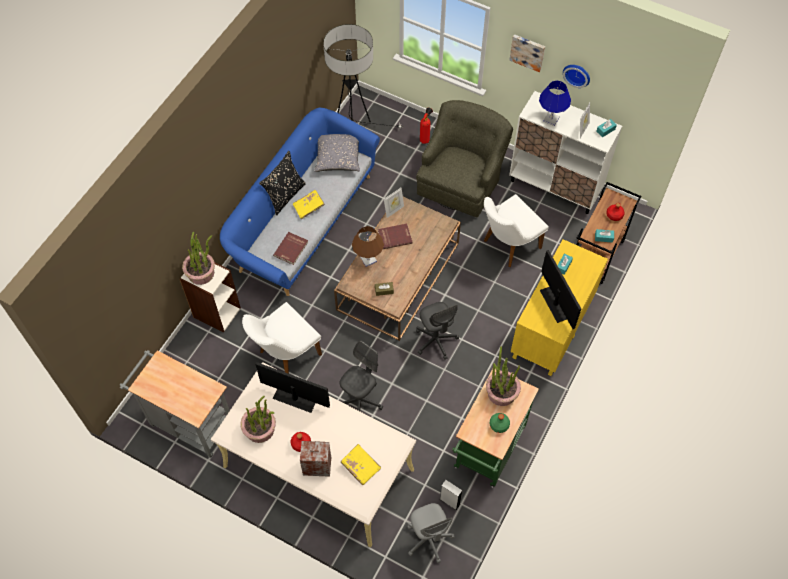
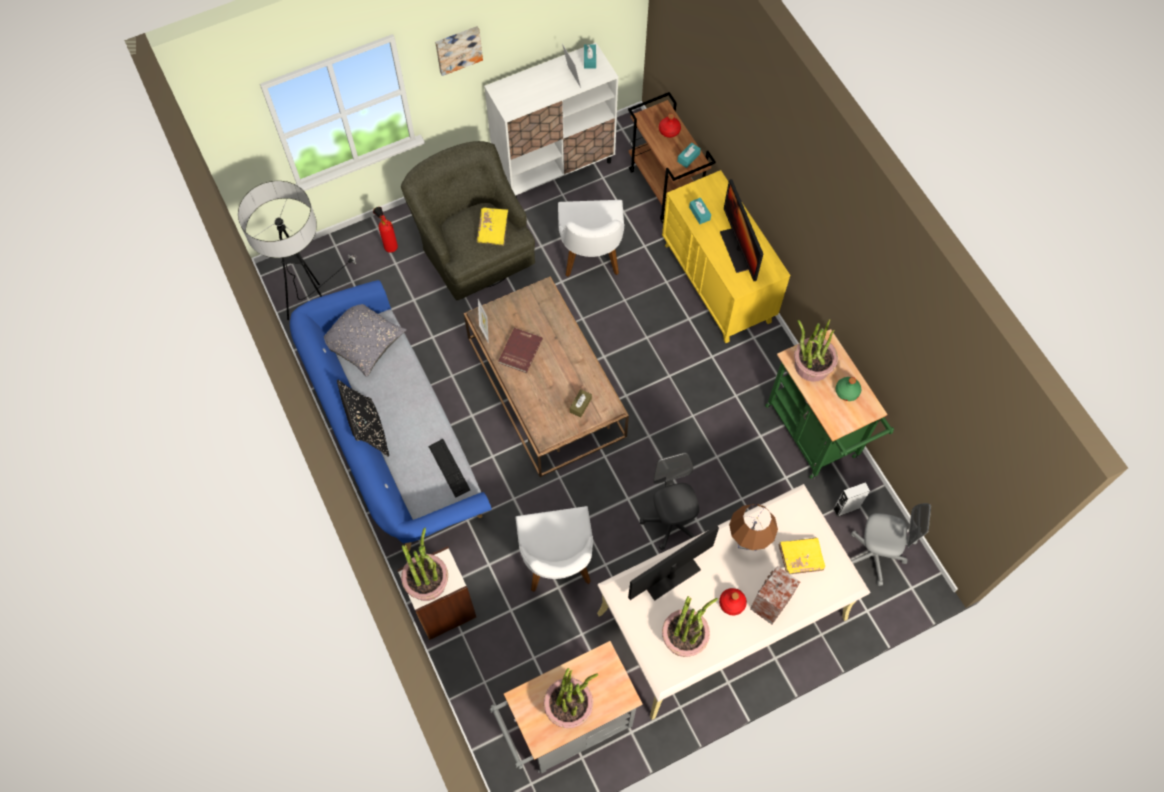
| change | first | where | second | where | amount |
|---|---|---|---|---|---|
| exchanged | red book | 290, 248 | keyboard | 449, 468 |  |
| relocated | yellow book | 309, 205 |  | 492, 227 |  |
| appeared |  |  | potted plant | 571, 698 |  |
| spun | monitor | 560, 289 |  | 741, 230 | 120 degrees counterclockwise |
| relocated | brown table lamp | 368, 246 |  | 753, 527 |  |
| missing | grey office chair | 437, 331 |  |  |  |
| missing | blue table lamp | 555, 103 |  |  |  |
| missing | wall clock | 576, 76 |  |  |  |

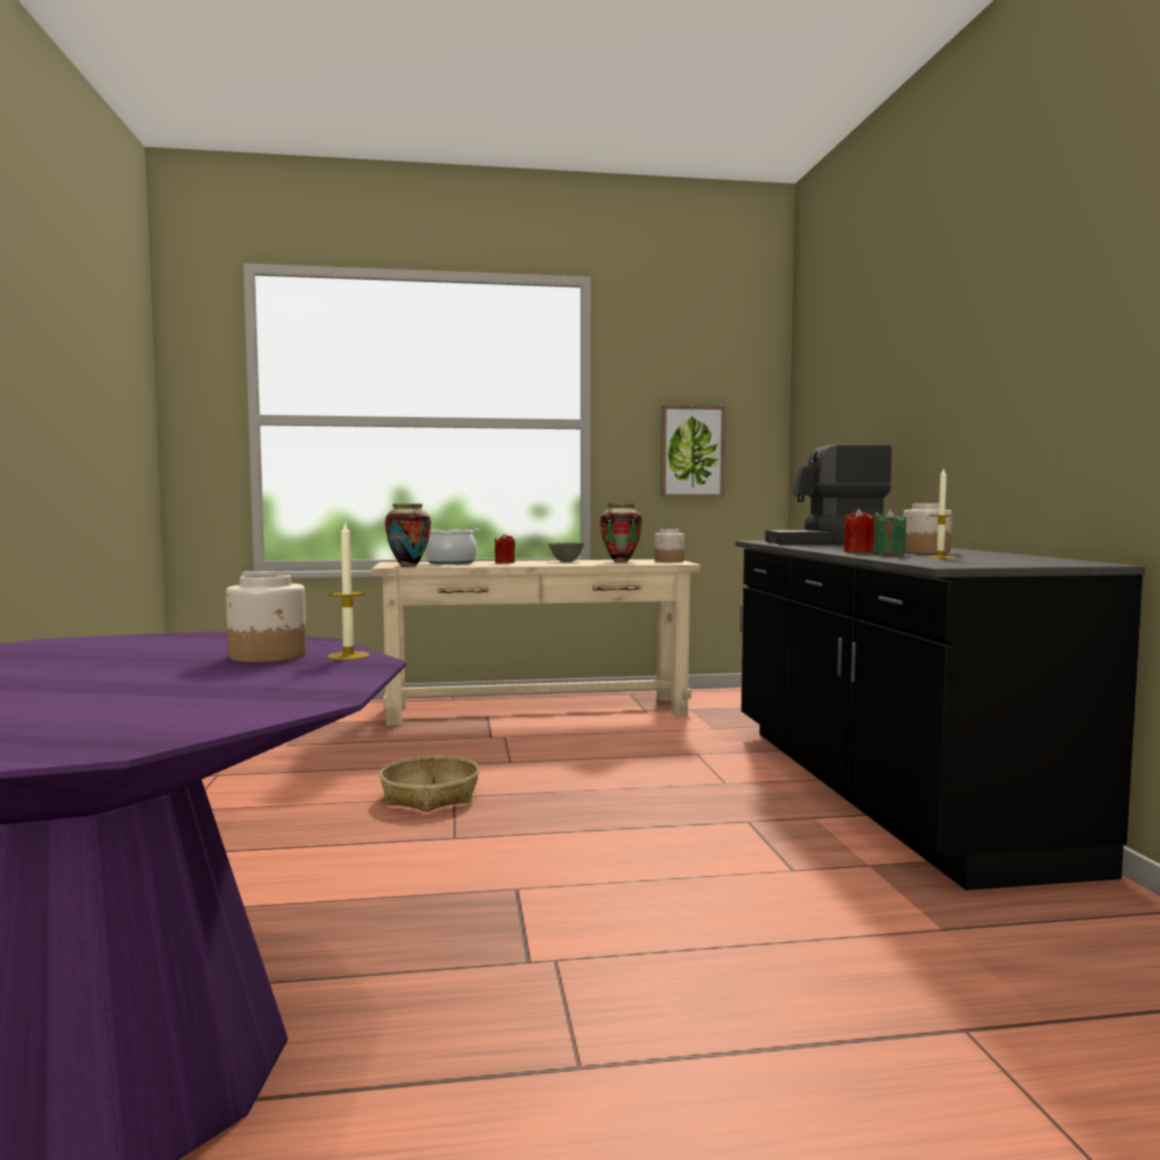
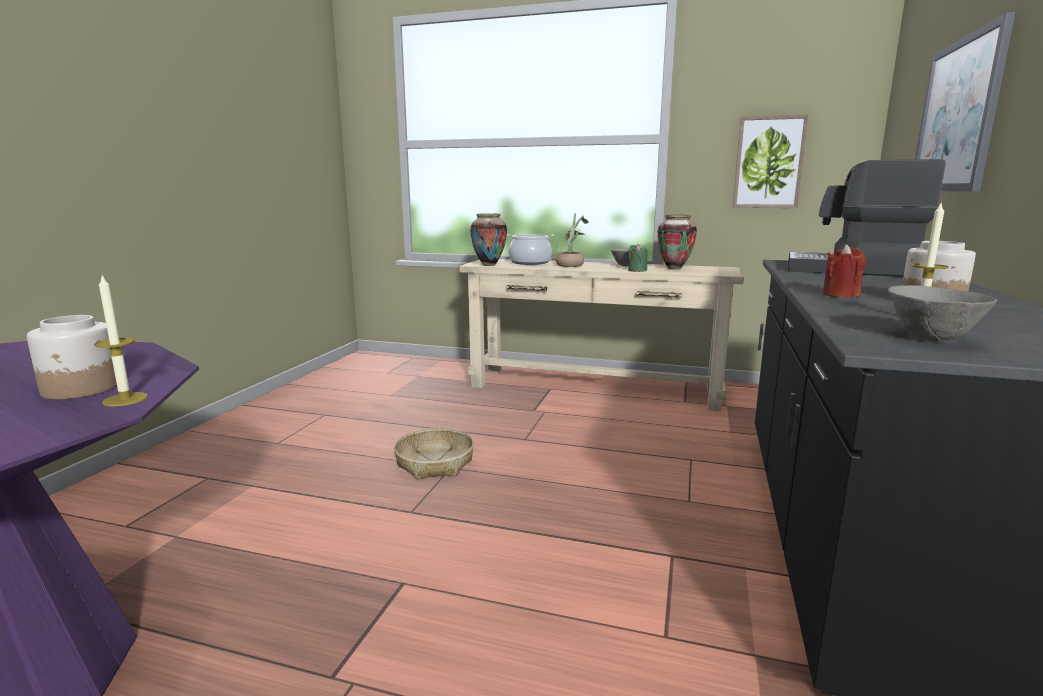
| change | first | where | second | where | amount |
|---|---|---|---|---|---|
| exchanged | red candle | 504, 549 | potted plant | 572, 240 |  |
| relocated | green candle | 889, 532 |  | 638, 258 |  |
| appeared |  |  | grey bowl | 942, 313 |  |
| appeared |  |  | picture | 965, 102 |  |
| missing | jar | 669, 545 |  |  |  |

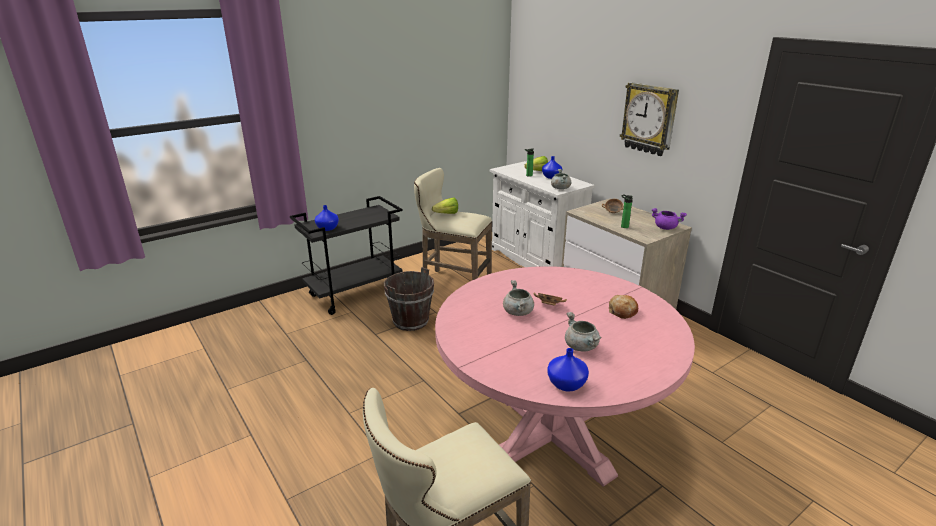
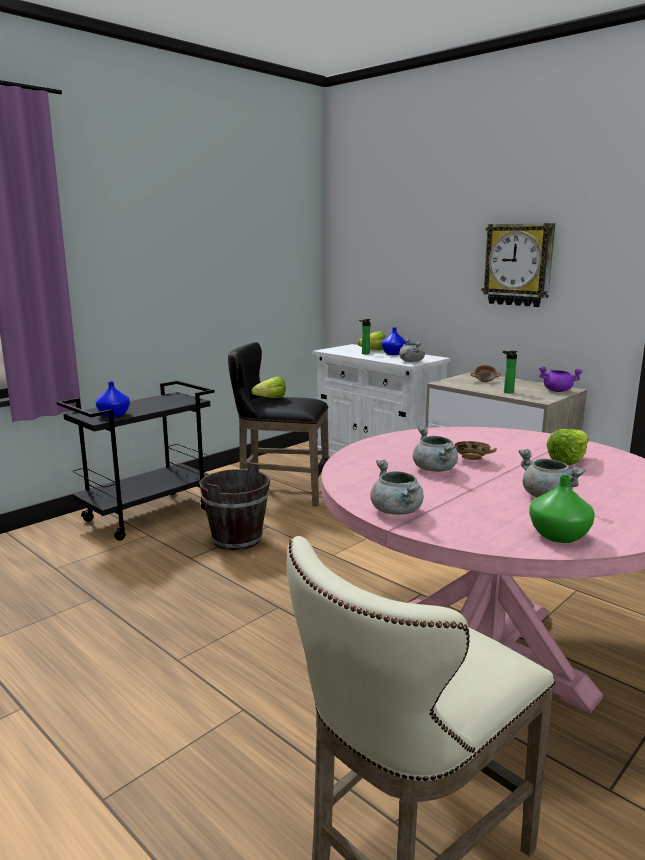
| change | first | where | second | where | amount |
|---|---|---|---|---|---|
| colour | beige stool | 453, 224 | black stool | 278, 424 |  |
| appeared |  |  | grey cooking pot | 397, 487 |  |
| colour | blue vase | 568, 370 | green vase | 562, 509 |  |
| exchanged | bread | 623, 307 | lettuce | 567, 447 |  |

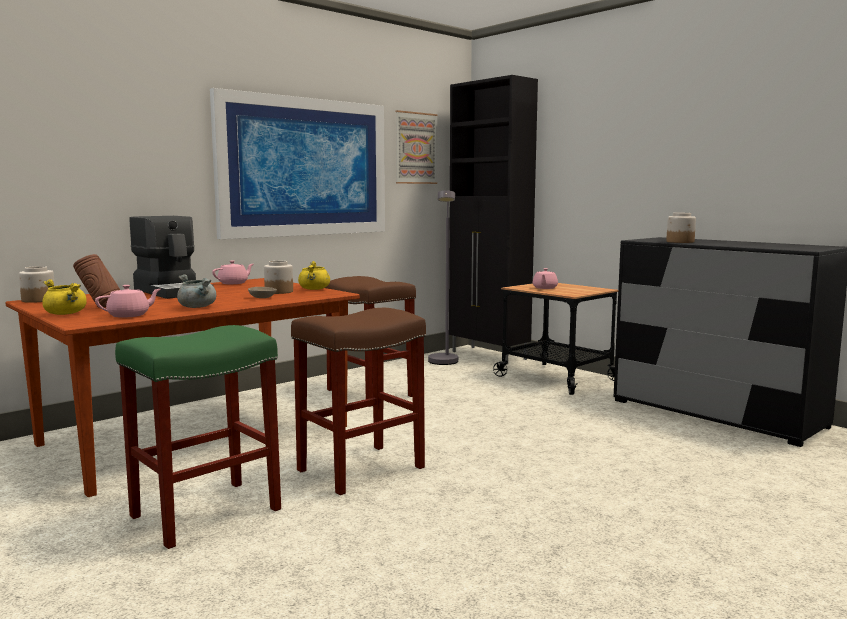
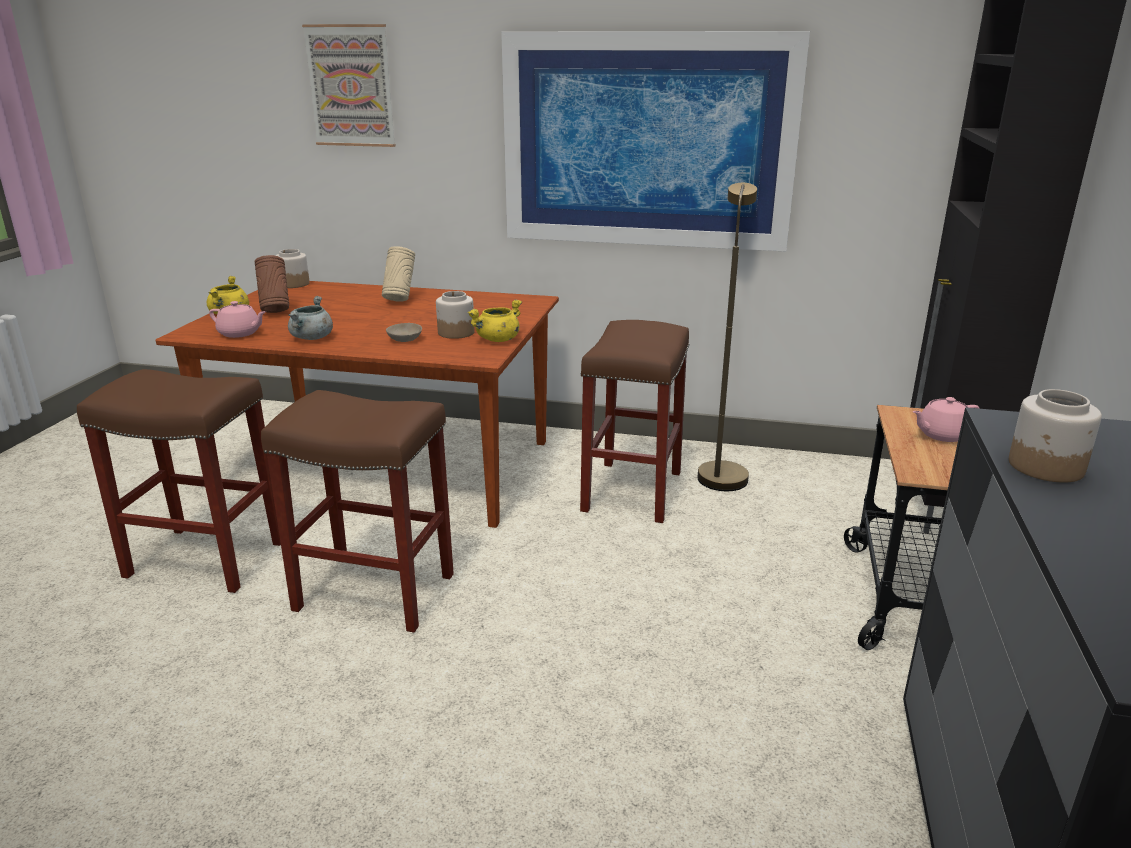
| change | first | where | second | where | amount |
|---|---|---|---|---|---|
| colour | green stool | 198, 437 | brown stool | 179, 481 |  |
| relocated | picture | 416, 147 |  | 349, 85 |  |
| exchanged | coffee machine | 171, 257 | beige vase | 398, 274 |  |
| appeared |  |  | brown floor lamp | 727, 337 |  |
| missing | pink teapot | 232, 272 |  |  |  |
| missing | grey floor lamp | 443, 277 |  |  |  |

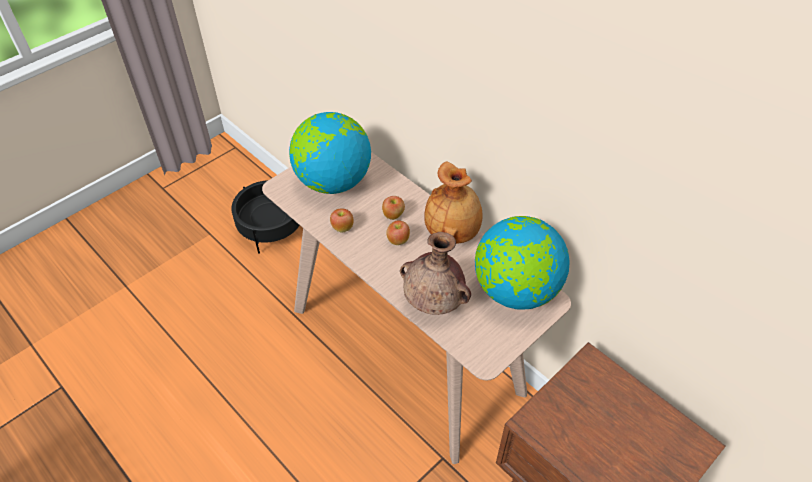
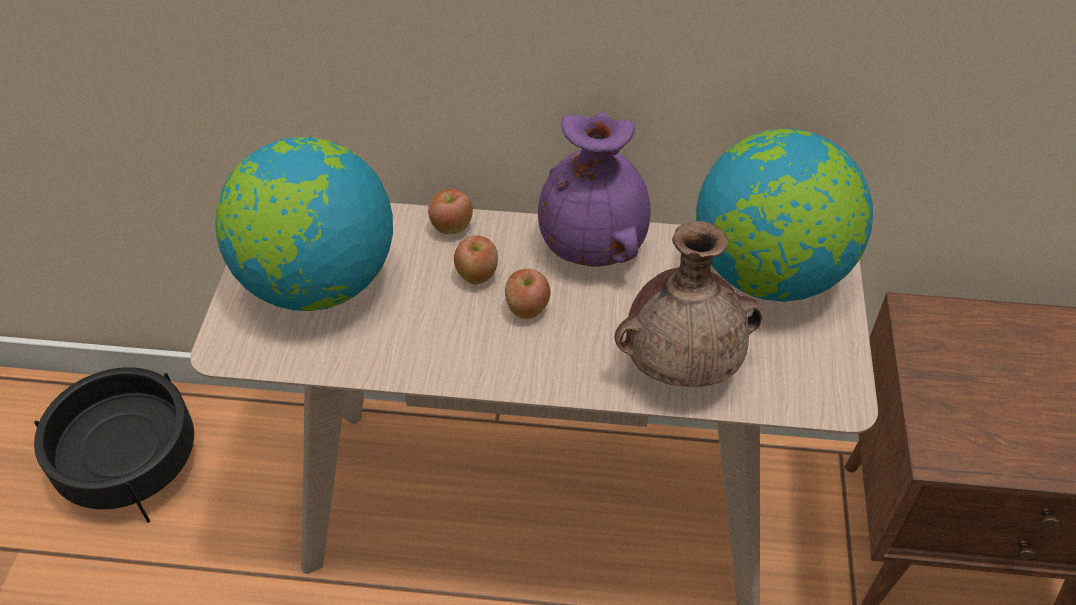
| change | first | where | second | where | amount |
|---|---|---|---|---|---|
| relocated | apple | 342, 220 |  | 450, 211 |  |
| colour | brown vase | 453, 202 | purple vase | 594, 189 |  |

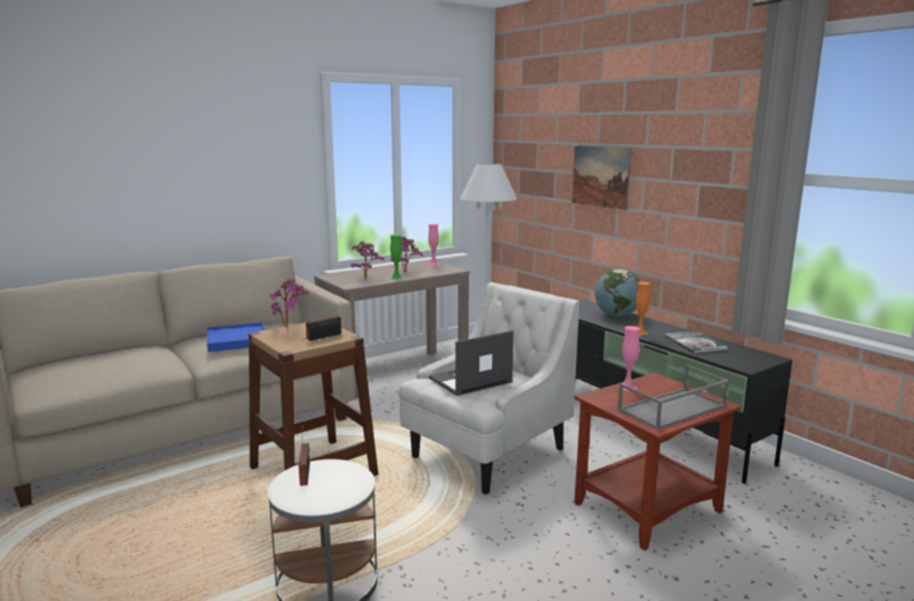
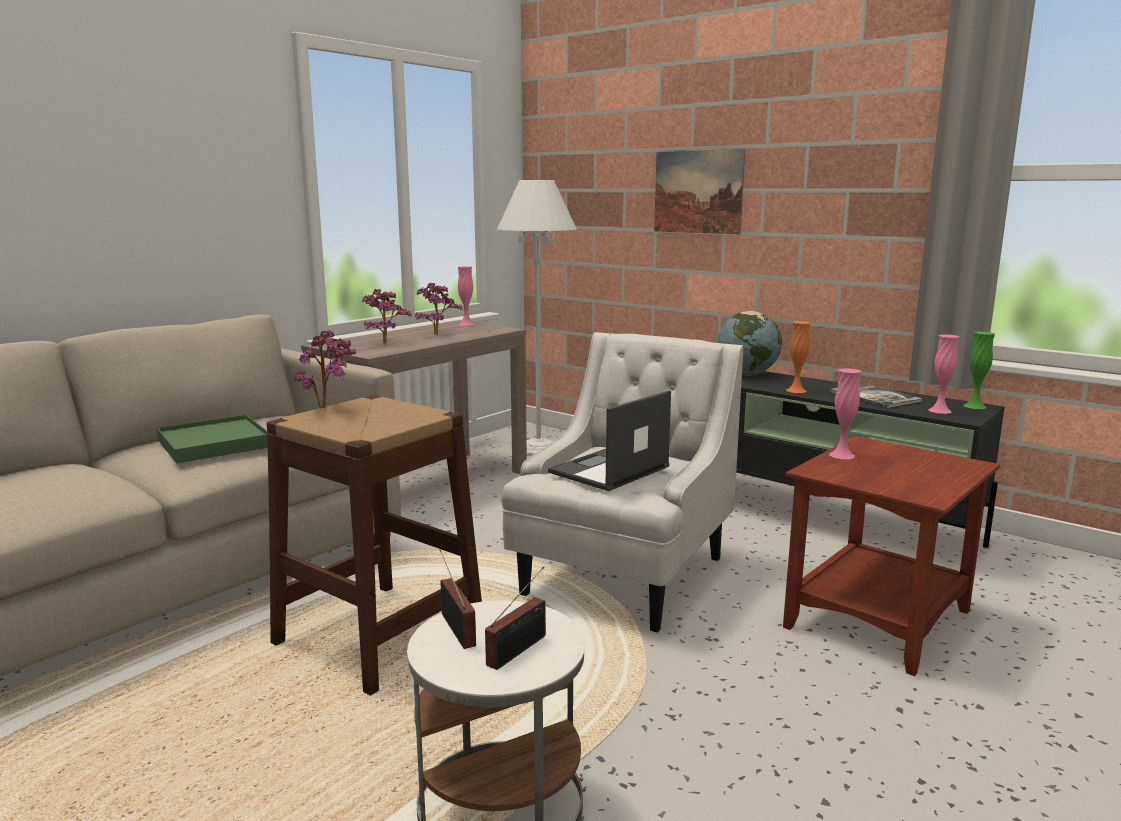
| change | first | where | second | where | amount |
|---|---|---|---|---|---|
| colour | blue tray | 235, 337 | green tray | 212, 439 |  |
| relocated | radio | 324, 321 |  | 515, 618 |  |
| appeared |  |  | pink vase | 943, 374 |  |
| relocated | green vase | 396, 257 |  | 979, 370 |  |
| missing | grey tray | 673, 397 |  |  |  |

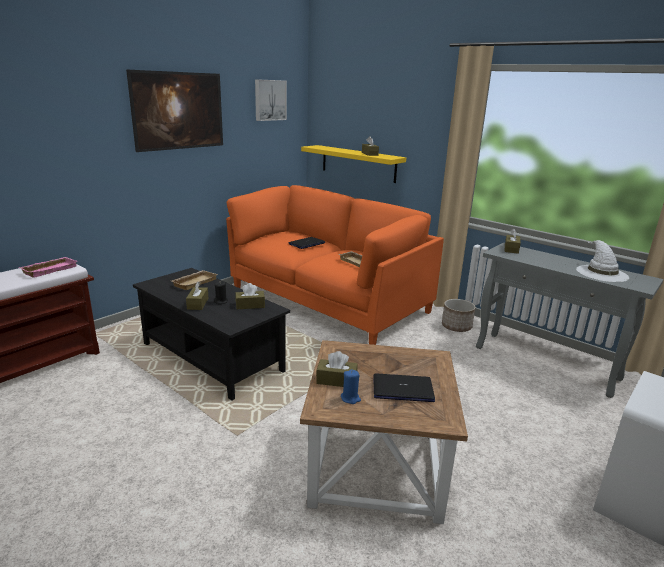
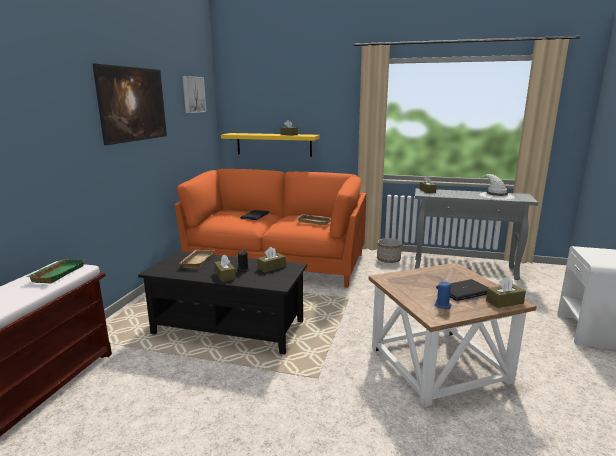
| change | first | where | second | where | amount |
|---|---|---|---|---|---|
| colour | pink tray | 47, 267 | green tray | 56, 271 |  |
| relocated | brown tissue box | 337, 369 |  | 506, 292 |  |

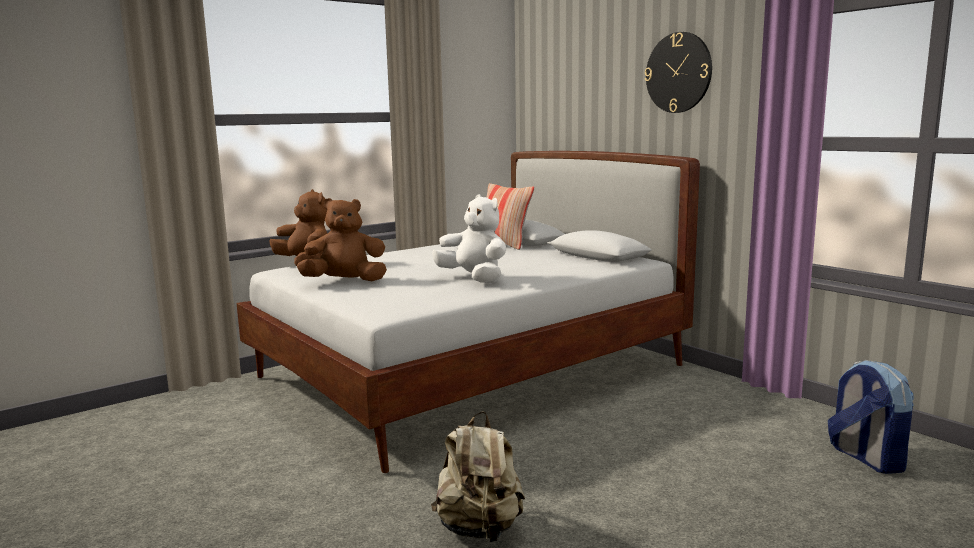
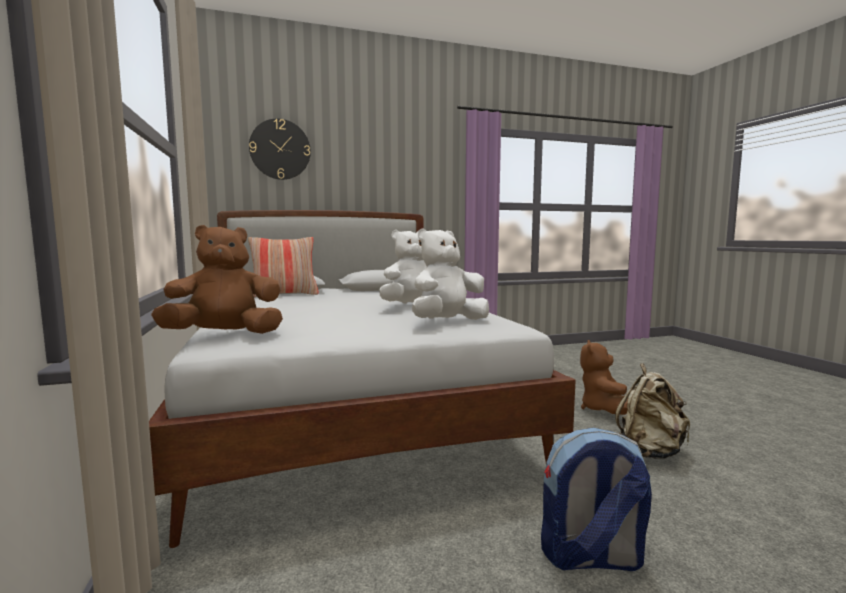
| change | first | where | second | where | amount |
|---|---|---|---|---|---|
| relocated | wall clock | 678, 72 |  | 280, 149 |  |
| appeared |  |  | white plush toy | 450, 274 |  |
| relocated | backpack | 871, 417 |  | 596, 499 |  |
| relocated | brown plush toy | 342, 239 |  | 604, 377 |  |

